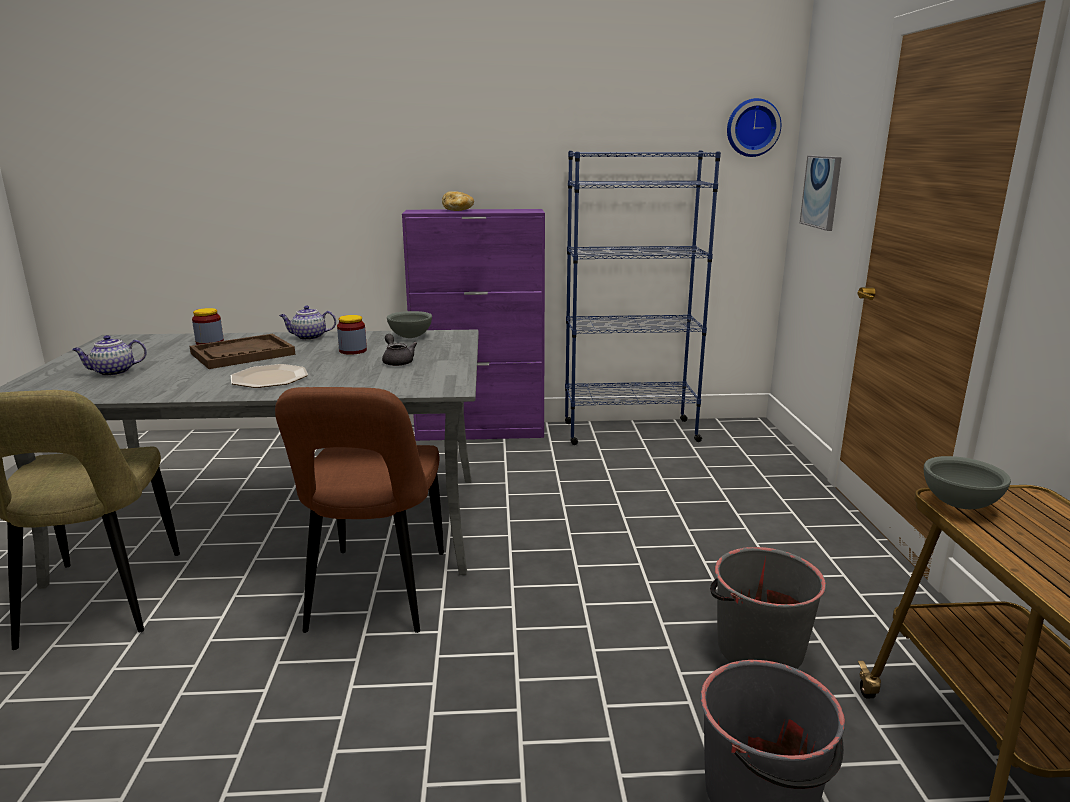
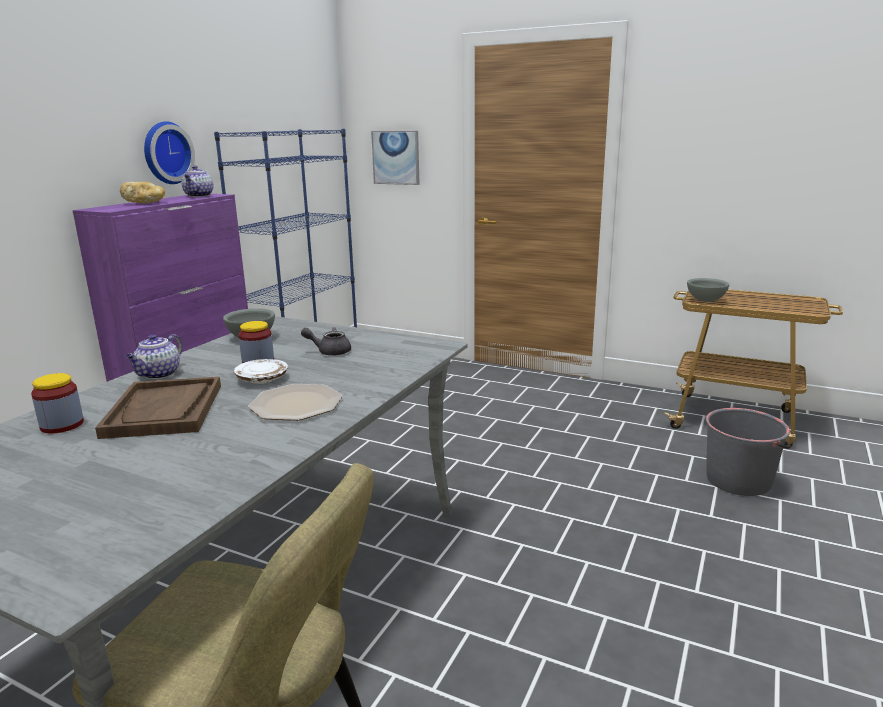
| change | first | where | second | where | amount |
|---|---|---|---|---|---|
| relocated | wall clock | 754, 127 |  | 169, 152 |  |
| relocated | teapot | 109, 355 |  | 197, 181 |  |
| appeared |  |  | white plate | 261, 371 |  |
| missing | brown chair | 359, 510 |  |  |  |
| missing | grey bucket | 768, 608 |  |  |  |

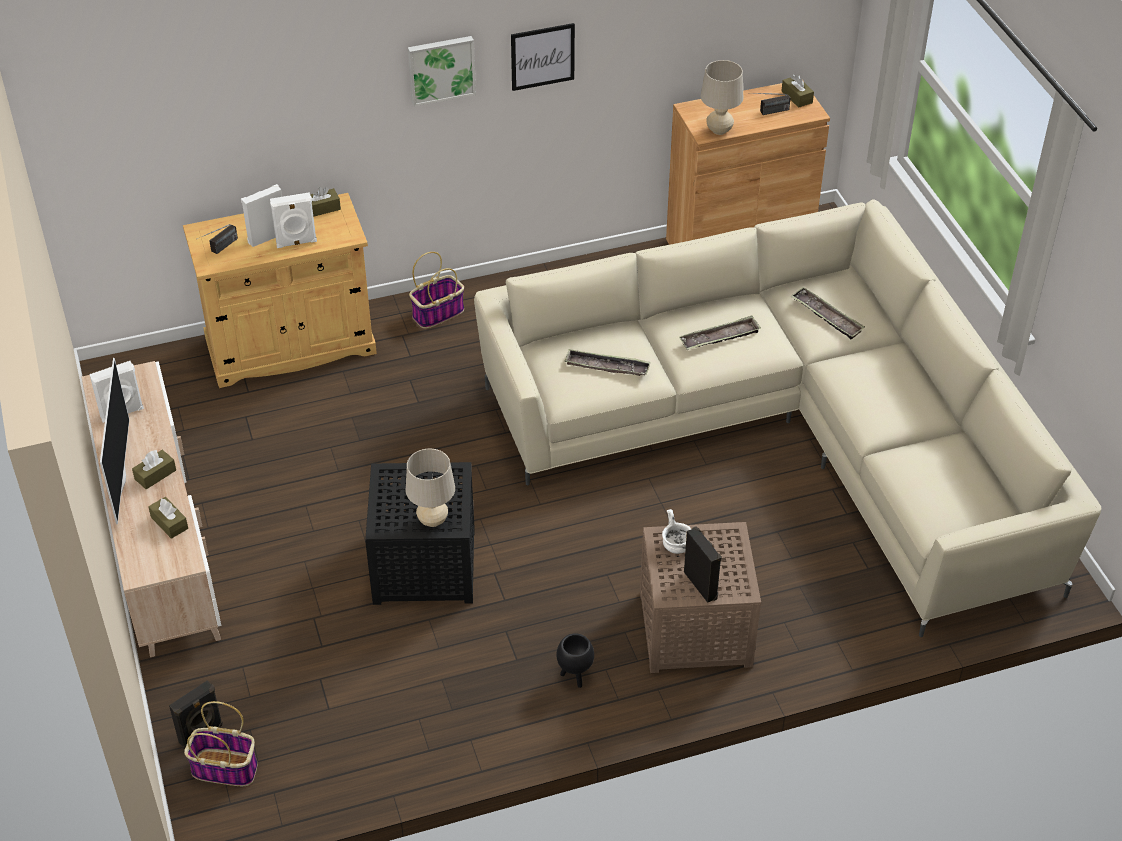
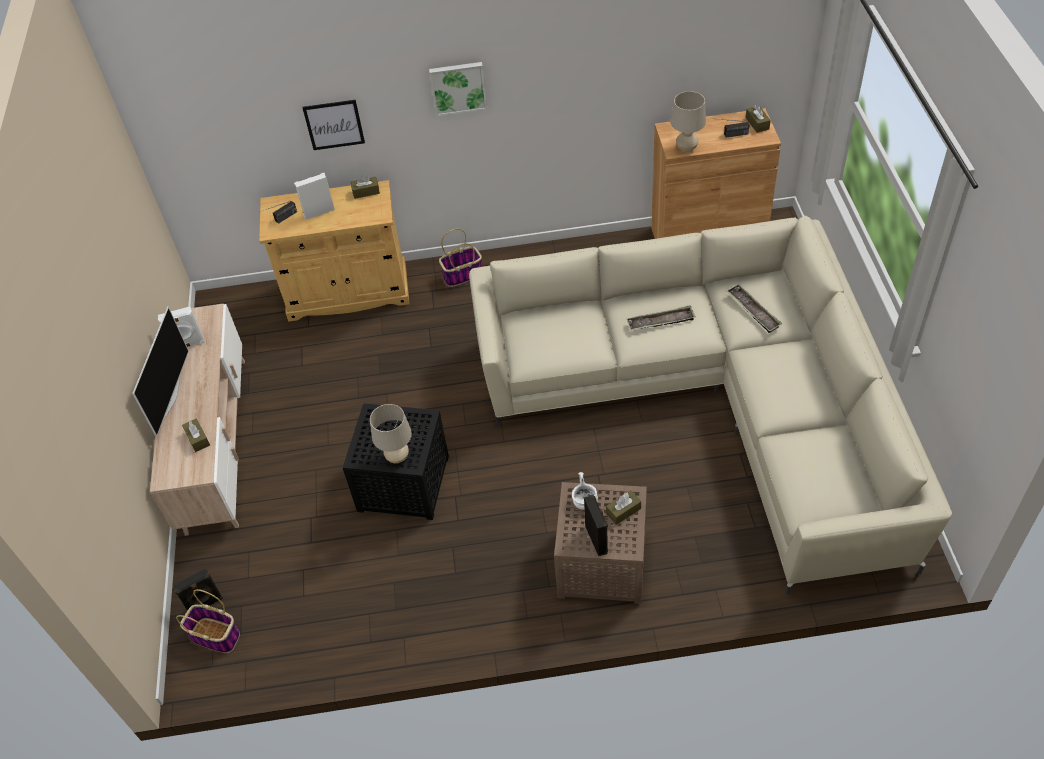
| change | first | where | second | where | amount |
|---|---|---|---|---|---|
| relocated | picture | 543, 57 |  | 333, 125 |  |
| relocated | brown tissue box | 154, 469 |  | 623, 507 |  |
| missing | white speaker | 293, 220 |  |  |  |
| missing | black planter | 575, 660 |  |  |  |
| missing | tray | 607, 362 |  |  |  |

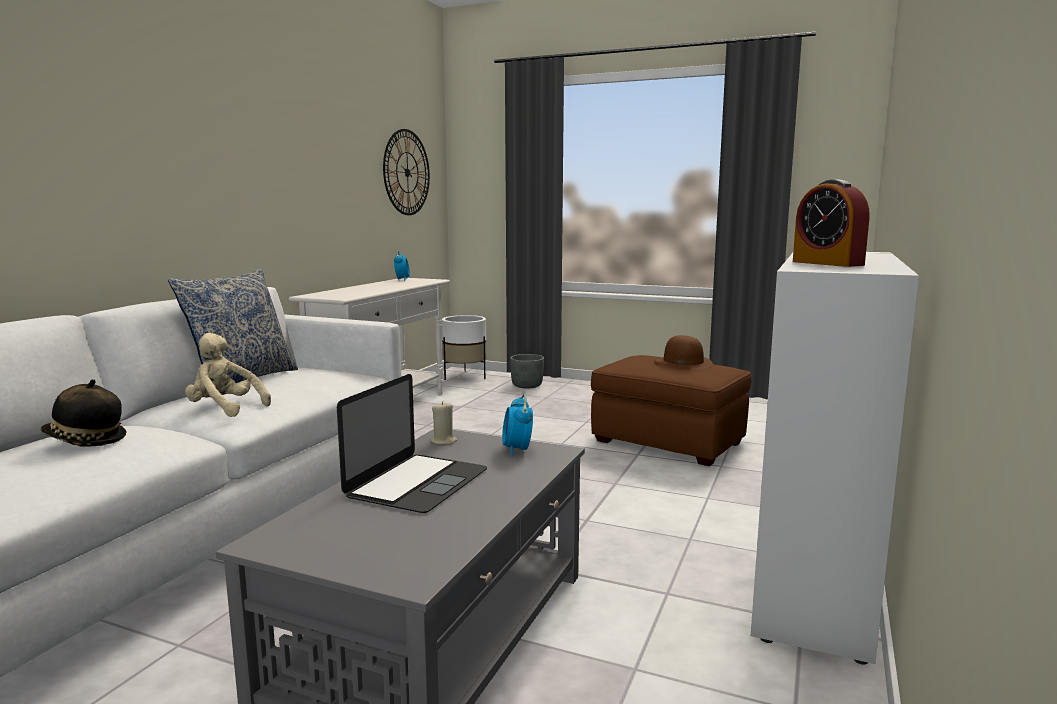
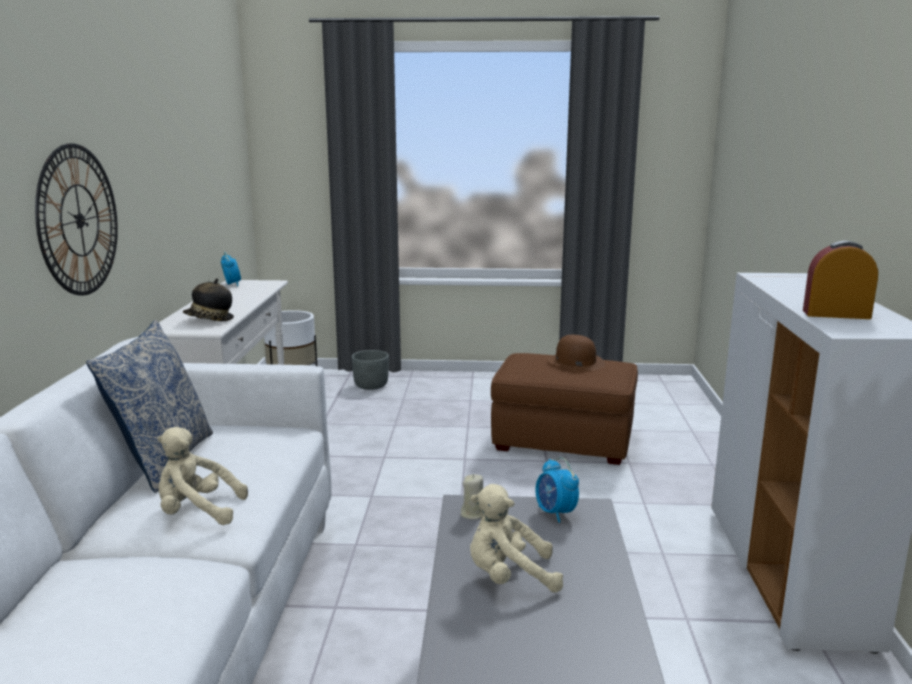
| change | first | where | second | where | amount |
|---|---|---|---|---|---|
| relocated | wall clock | 406, 172 |  | 76, 219 |  |
| relocated | hat | 83, 412 |  | 208, 299 |  |
| exchanged | laptop | 412, 443 | beige plush toy | 516, 538 |  |
| spun | alarm clock | 831, 223 |  | 840, 280 | 150 degrees clockwise |

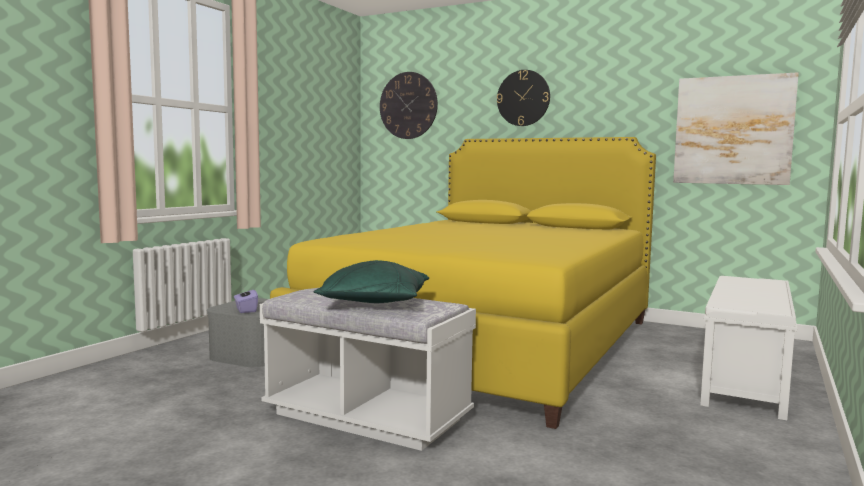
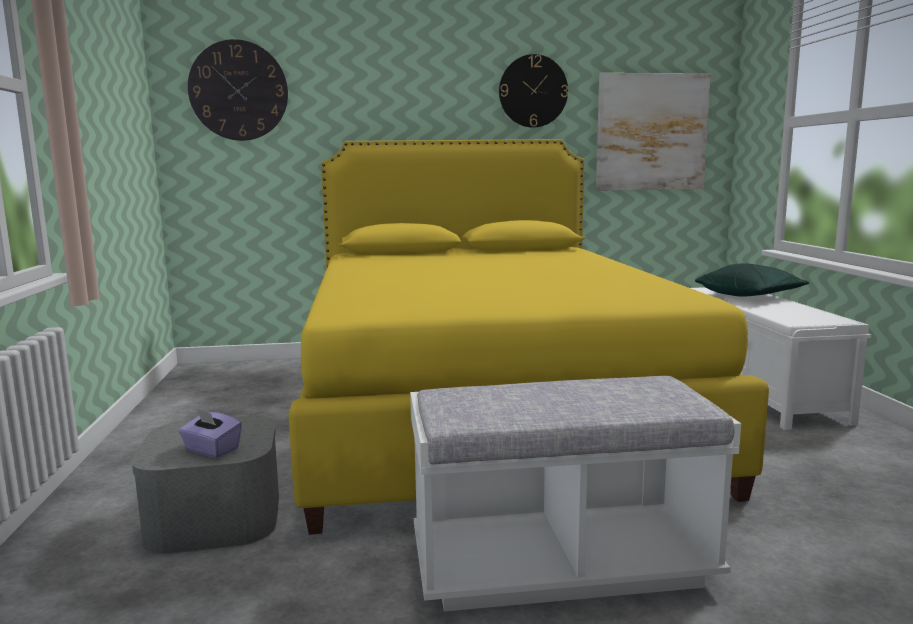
| change | first | where | second | where | amount |
|---|---|---|---|---|---|
| relocated | wall clock | 523, 98 |  | 533, 91 |  |
| relocated | green pillow | 371, 281 |  | 752, 279 |  |

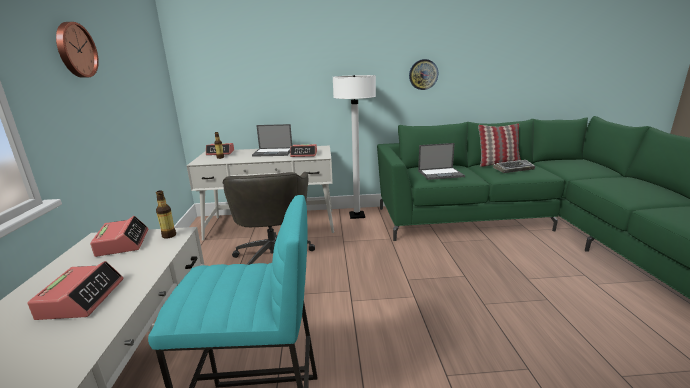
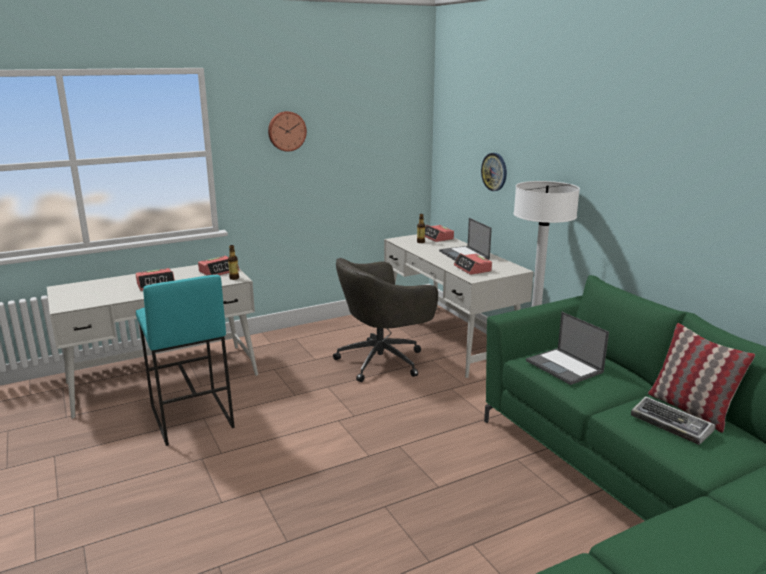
| change | first | where | second | where | amount |
|---|---|---|---|---|---|
| relocated | wall clock | 423, 74 |  | 494, 172 |  |

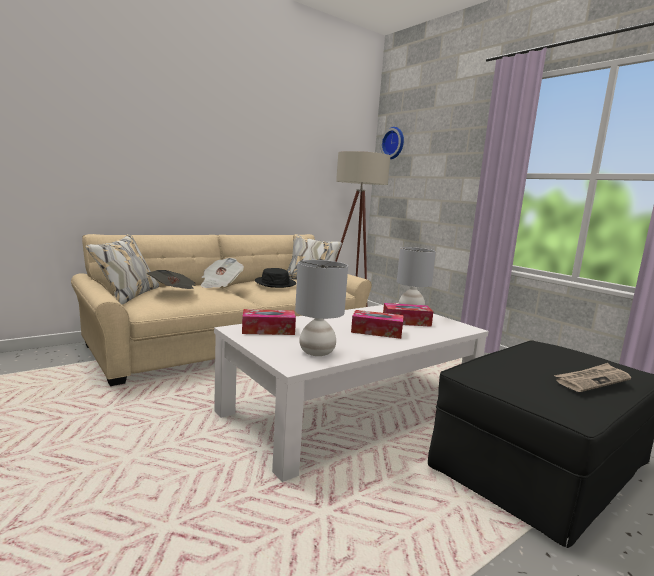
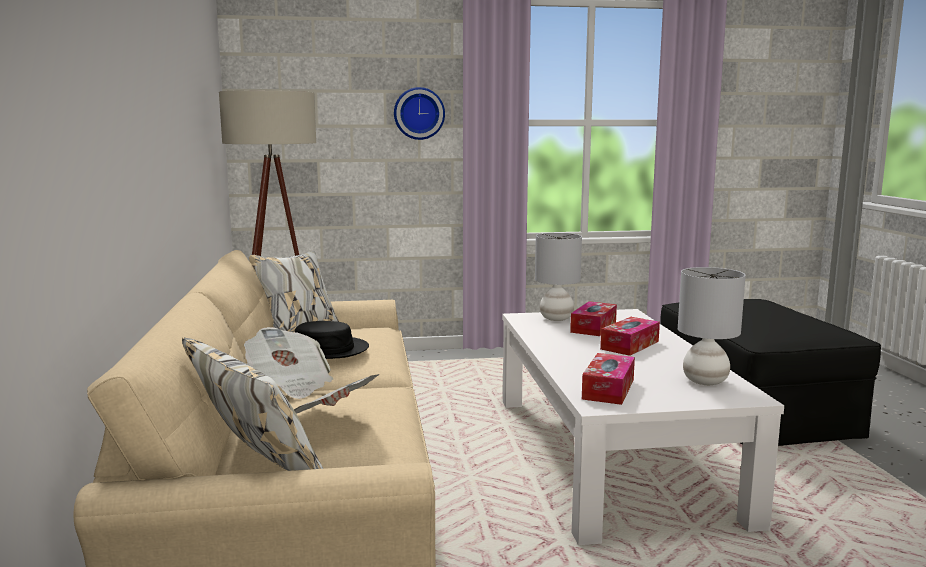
| change | first | where | second | where | amount |
|---|---|---|---|---|---|
| relocated | wall clock | 392, 143 |  | 419, 113 |  |
| missing | newspaper | 592, 377 |  |  |  |

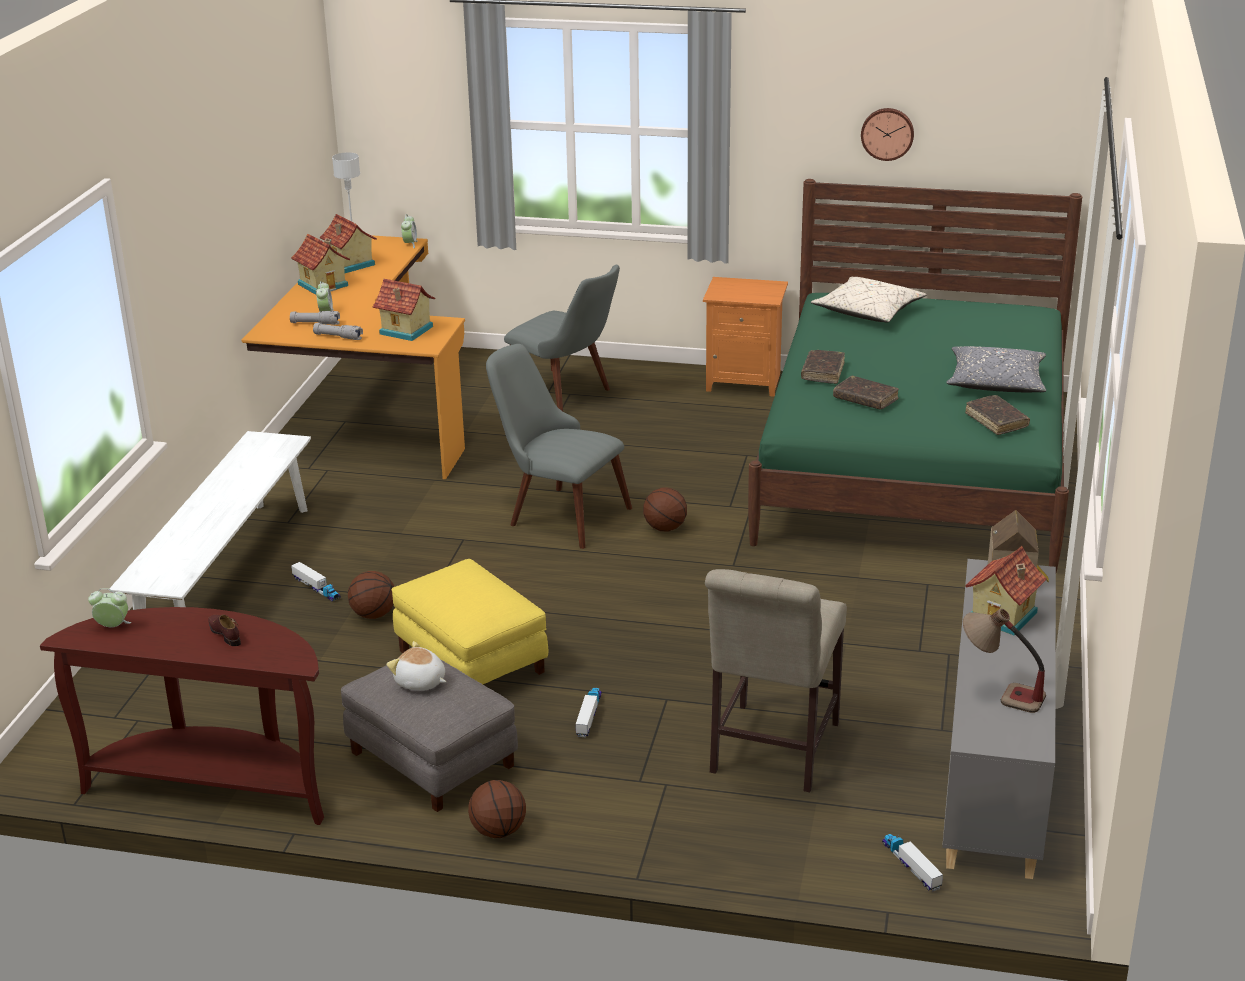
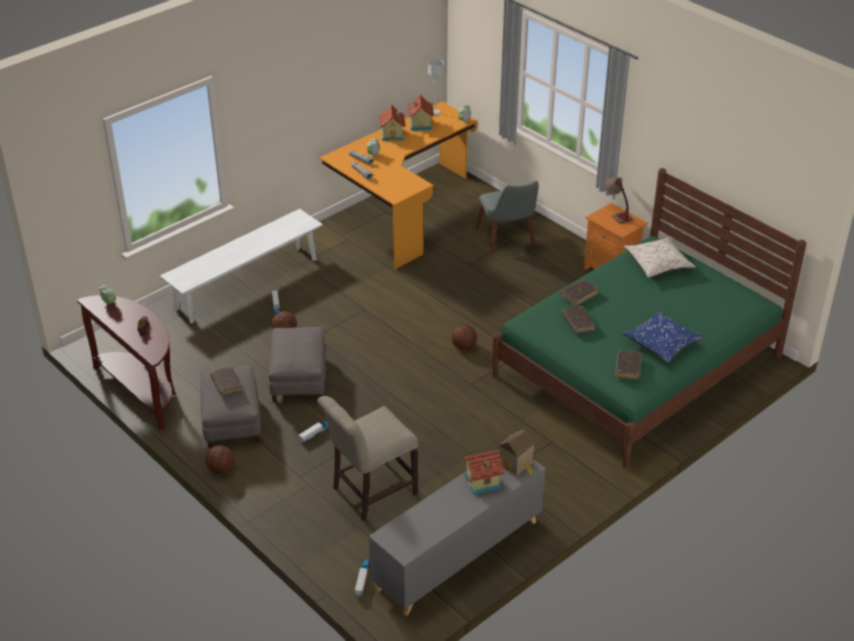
| change | first | where | second | where | amount |
|---|---|---|---|---|---|
| exchanged | plush toy | 416, 666 | brown book | 226, 381 |  |
| colour | yellow ottoman | 470, 621 | grey ottoman | 297, 364 |  |
| relocated | table lamp | 1004, 661 |  | 618, 200 |  |
| colour | grey pillow | 996, 369 | blue pillow | 663, 336 |  |
| missing | toy house | 404, 310 |  |  |  |
| missing | grey chair | 559, 446 |  |  |  |
| missing | wall clock | 887, 134 |  |  |  |

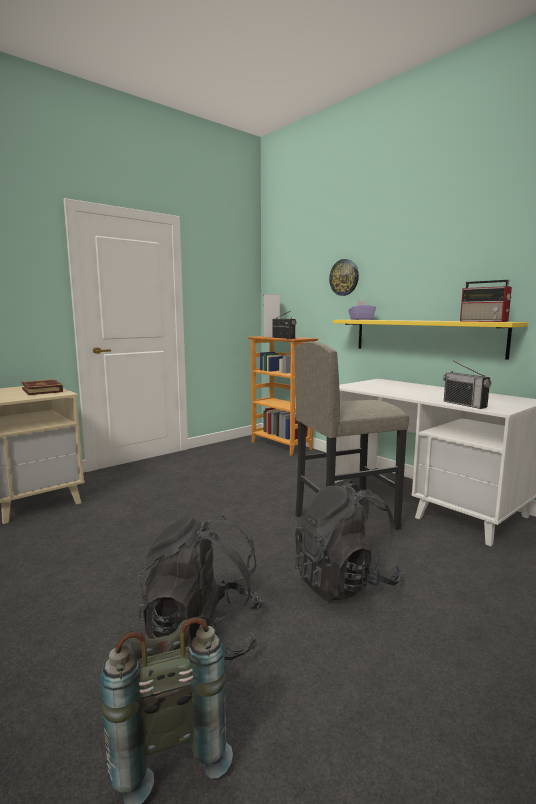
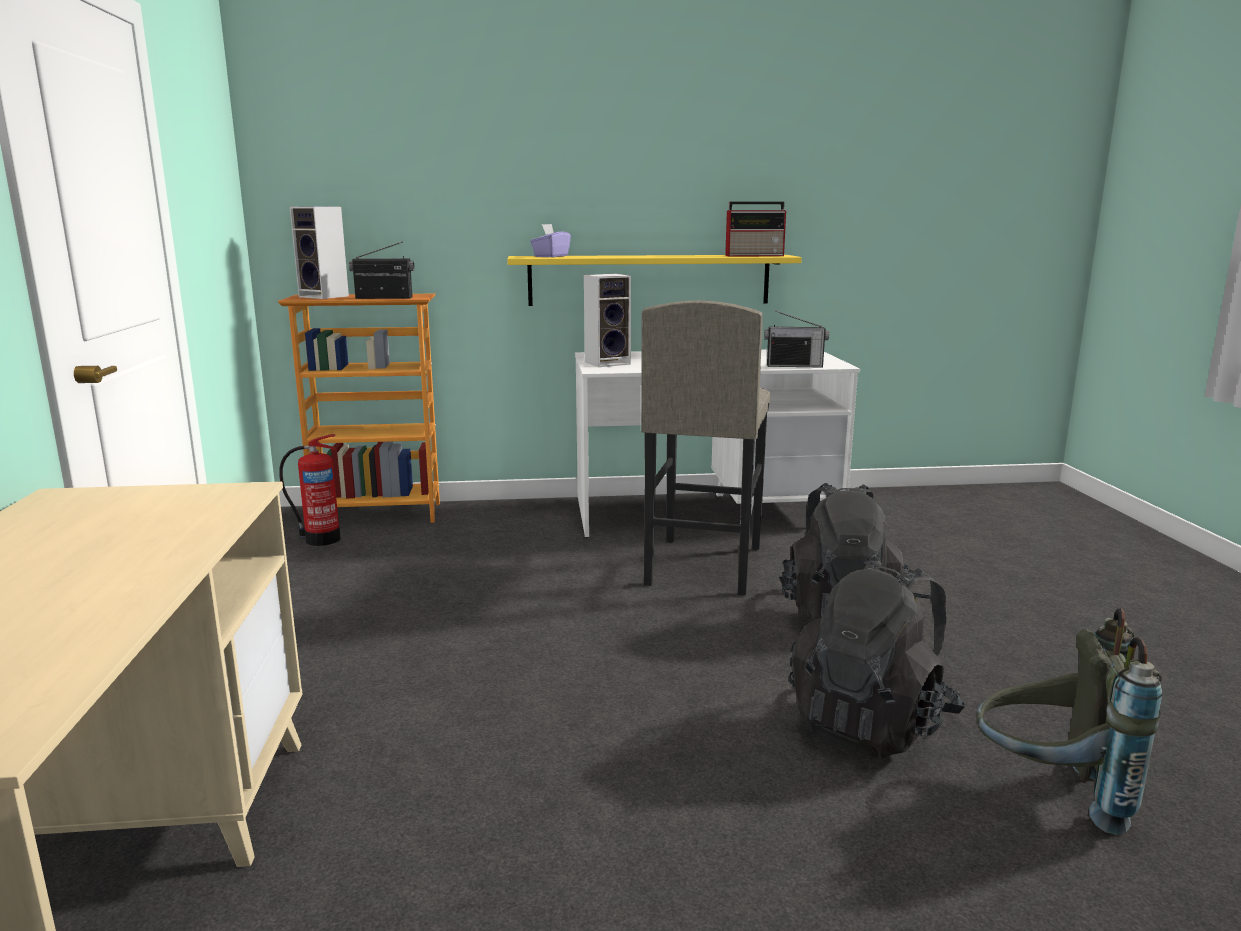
| change | first | where | second | where | amount |
|---|---|---|---|---|---|
| appeared |  |  | fire extinguisher | 309, 490 |  |
| appeared |  |  | speaker | 607, 320 |  |
| missing | book | 42, 387 |  |  |  |
| missing | wall clock | 344, 277 |  |  |  |

